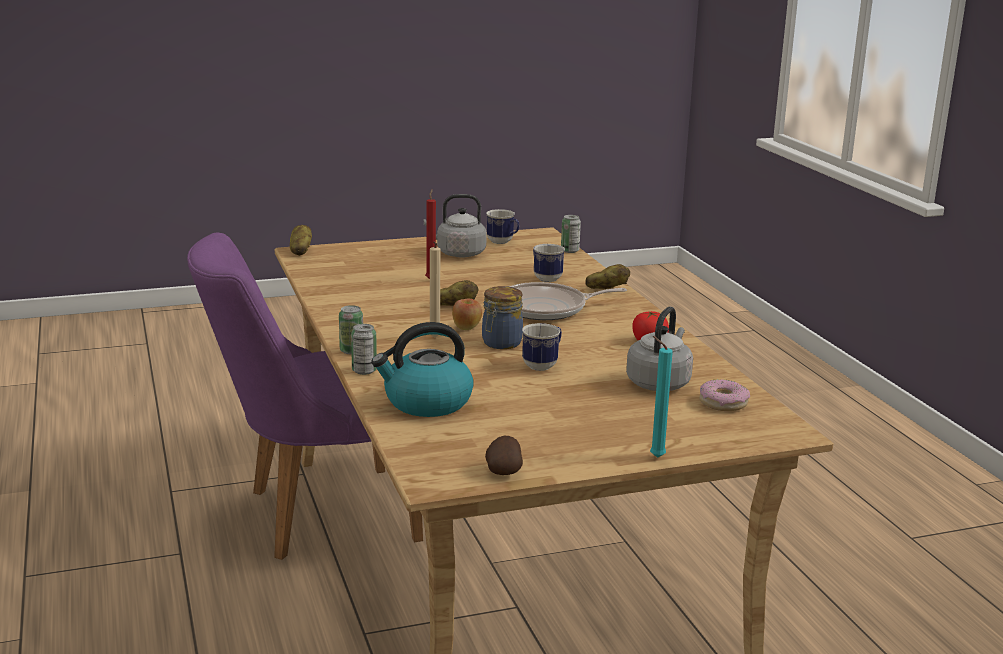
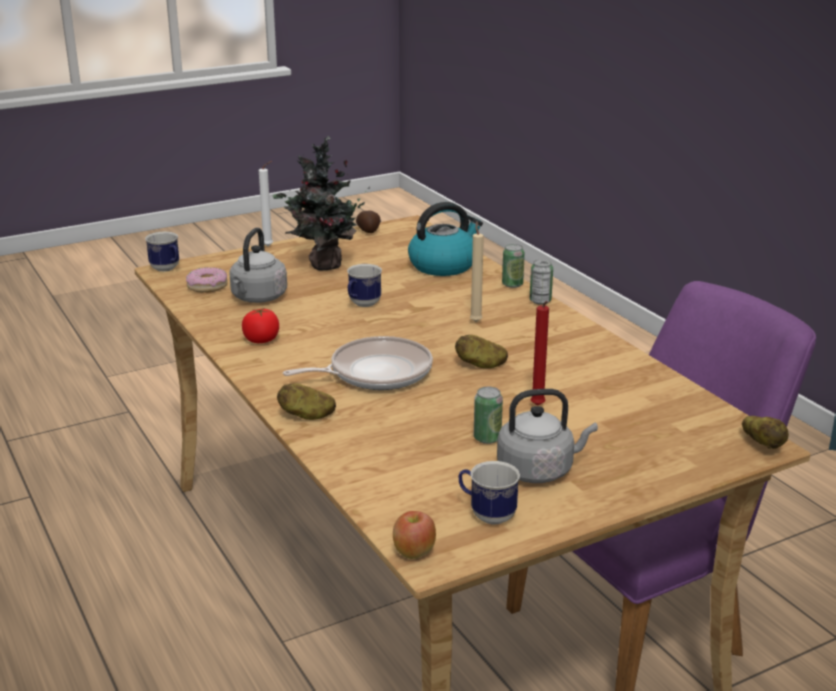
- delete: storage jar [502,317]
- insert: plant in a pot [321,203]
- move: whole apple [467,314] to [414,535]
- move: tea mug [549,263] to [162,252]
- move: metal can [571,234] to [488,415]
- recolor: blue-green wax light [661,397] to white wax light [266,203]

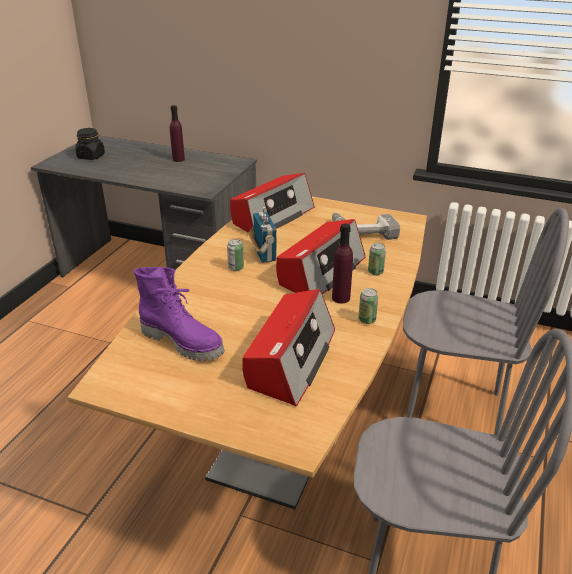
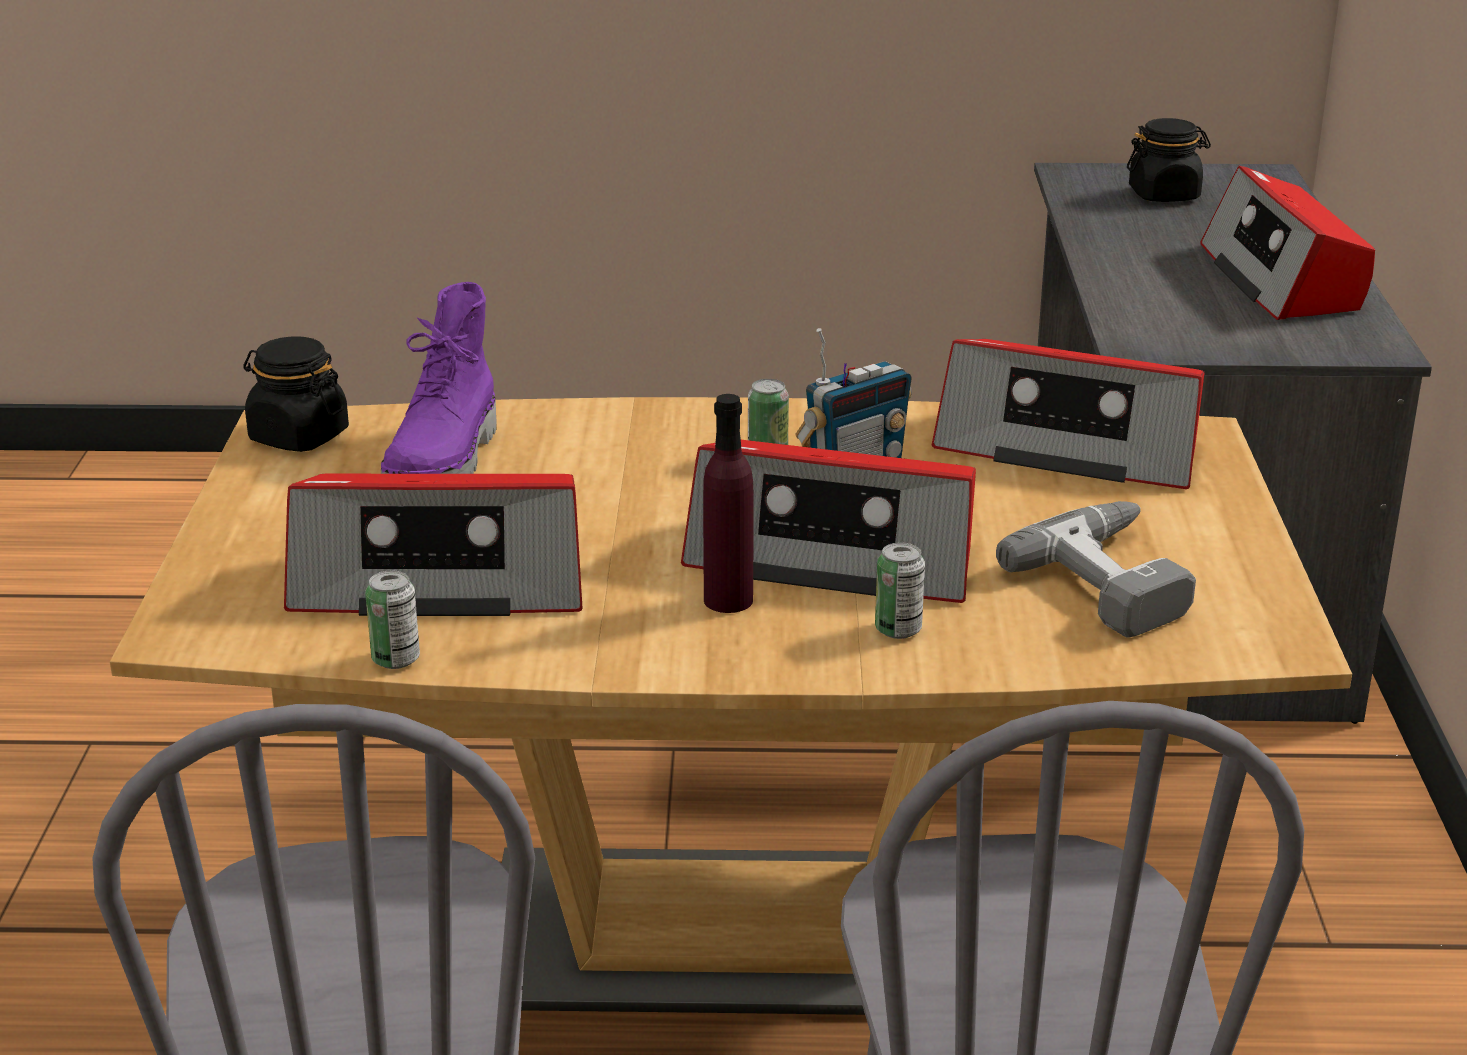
- insert: black-coloured storage jar [296,394]
- move: metal can [368,306] to [392,620]
- replace: purple bottle [177,133] to radio [1288,243]

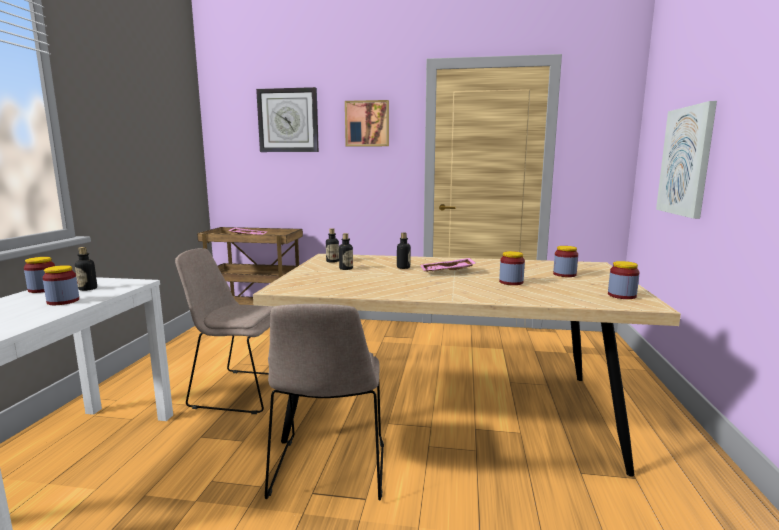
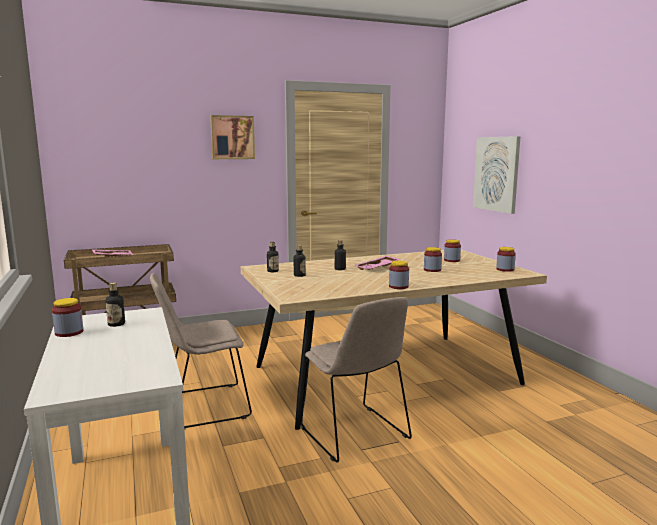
- delete: wall clock [287,119]
- move: storage jar [60,285] to [399,275]

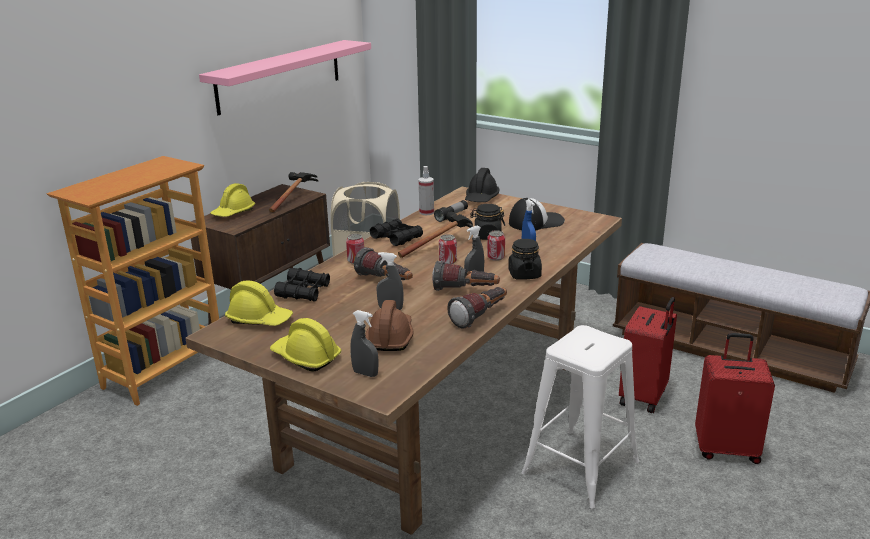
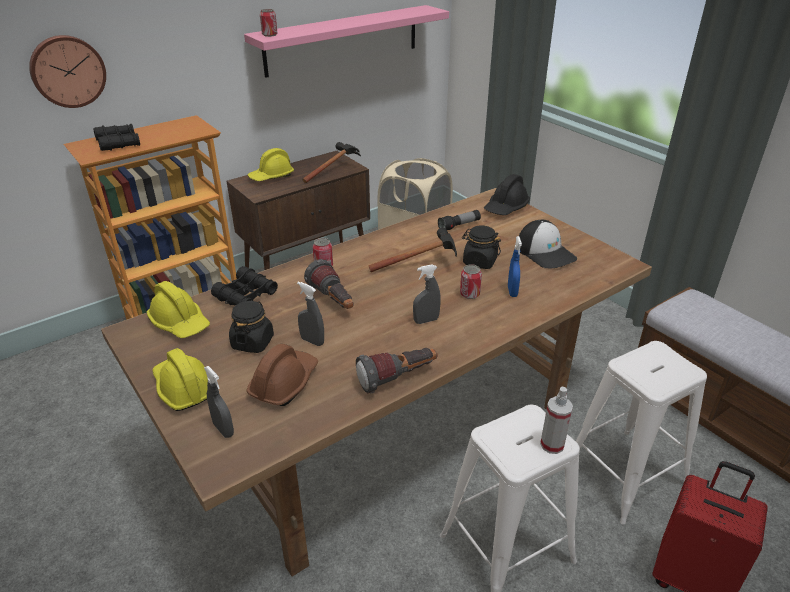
- delete: flashlight [466,276]
- insert: wall clock [67,71]
- move: black-coloured field glasses [396,232] to [116,137]
- move: sprayer [426,190] to [556,420]
- move: metal can [448,249] to [269,23]
- move: black-coloured storage jar [525,259] to [251,326]
- replace: red travel case [648,355] to white stool seat [641,433]
- rotate: baseball cap [537,214] = [548,244] 60 degrees clockwise

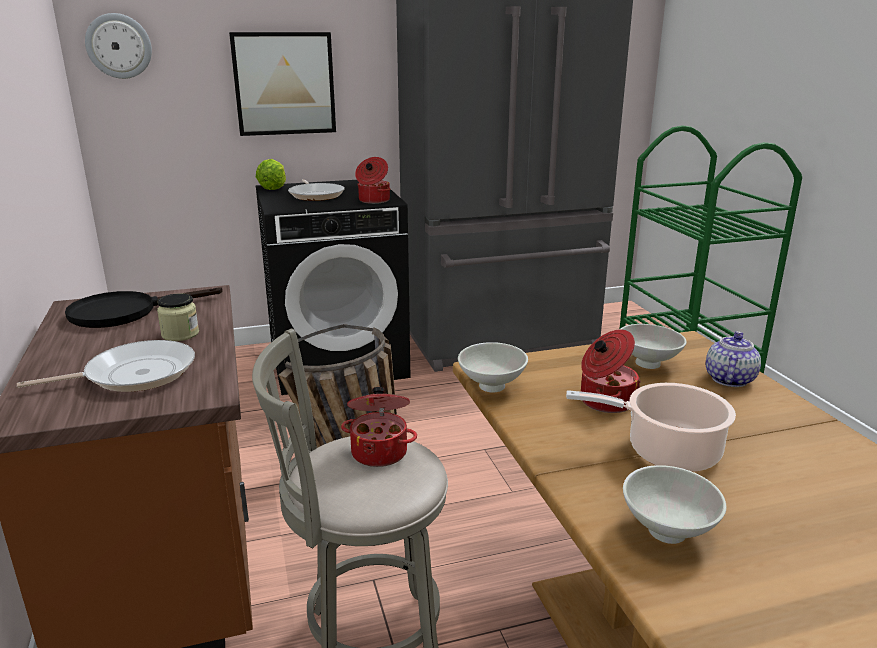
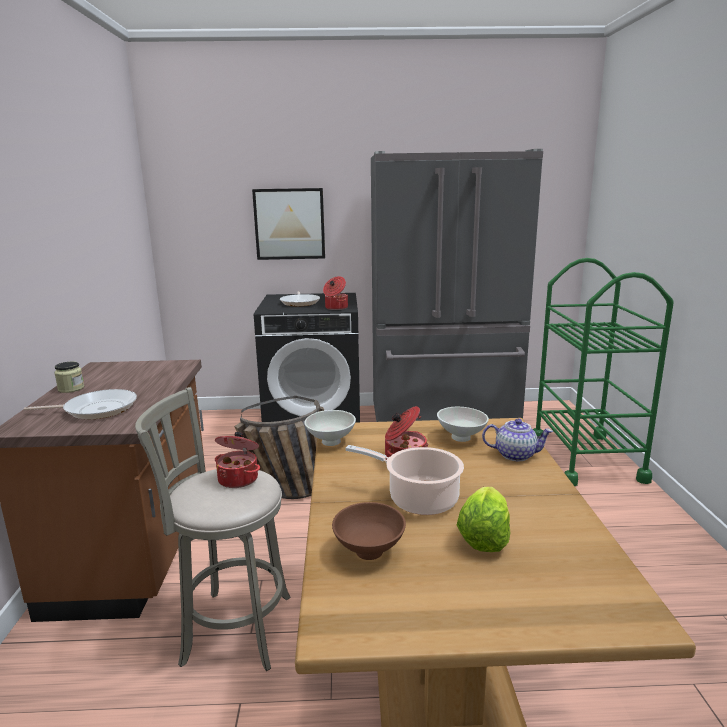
- delete: black-coloured pan [143,307]
- delete: wall clock [118,46]
- move: storage jar [178,317] to [69,377]
- move: lettuce [271,174] to [483,519]
- recolor: white serving bowl [674,504] to brownish serving bowl [369,531]
- rotate: pot for tea [733,359] = [517,439] 60 degrees clockwise

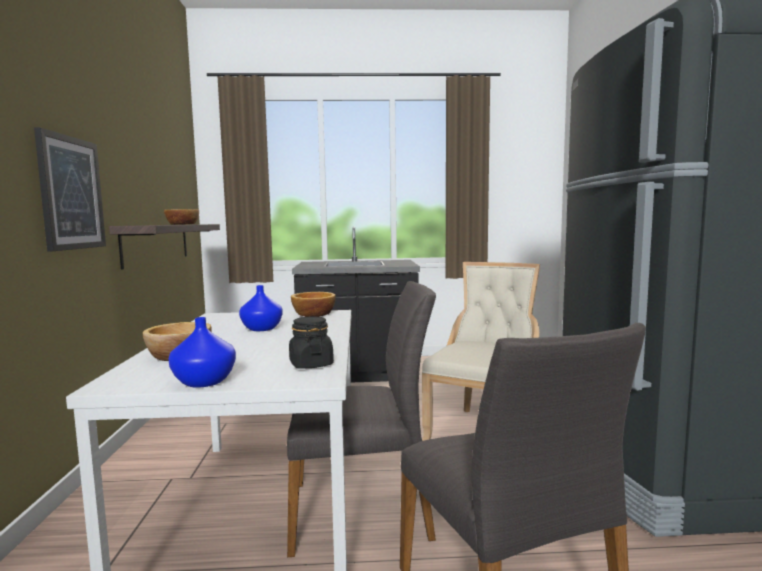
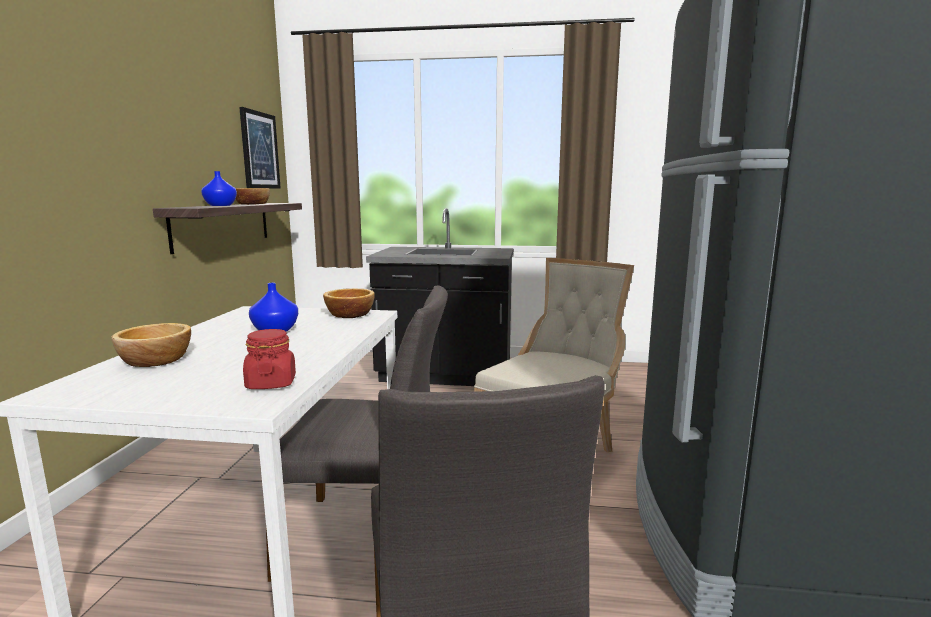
- move: wall art [70,189] to [260,148]
- move: bluish vase [202,352] to [219,188]
- recolor: black-coloured storage jar [311,342] to red storage jar [269,359]

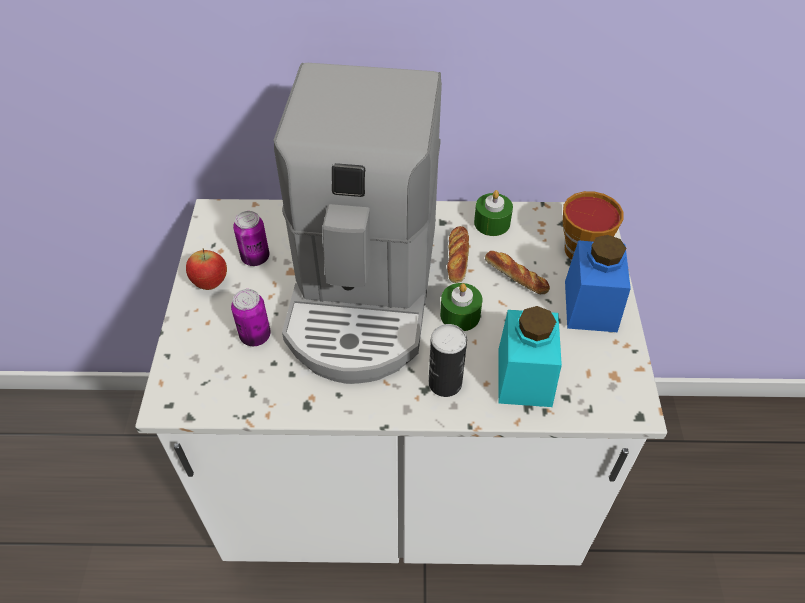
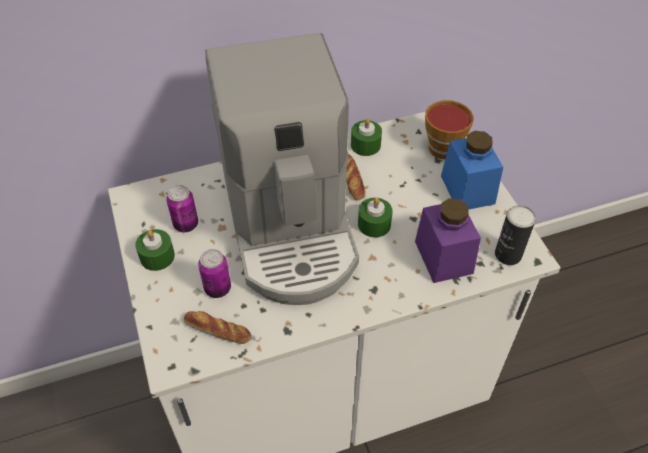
- move: metal can [448,360] to [515,235]
- move: baked bread [517,272] to [217,327]
- replace: whole apple [206,269] to green wax light [155,250]
- recolor: blue-green storage jar [530,356] to purple storage jar [448,240]

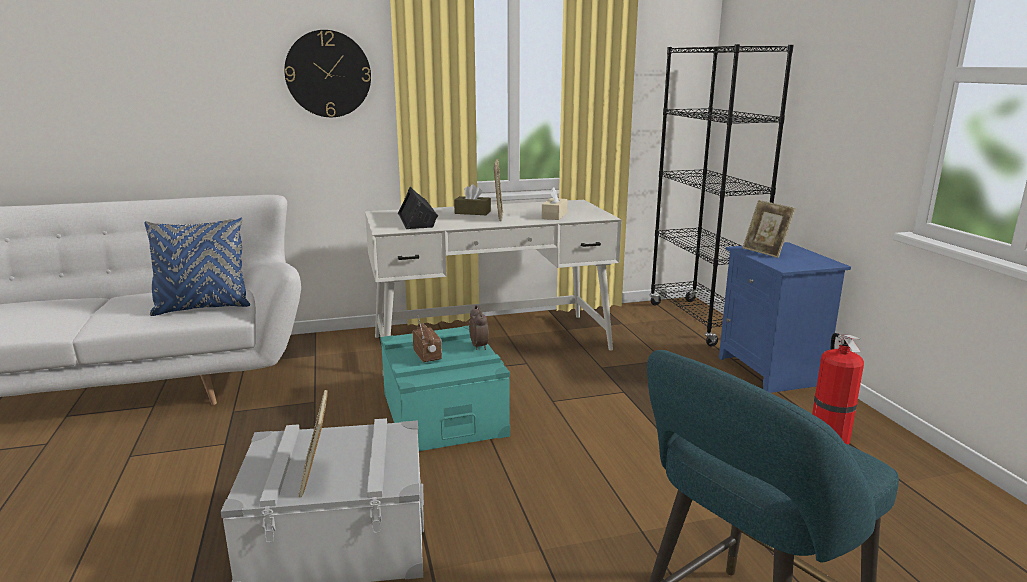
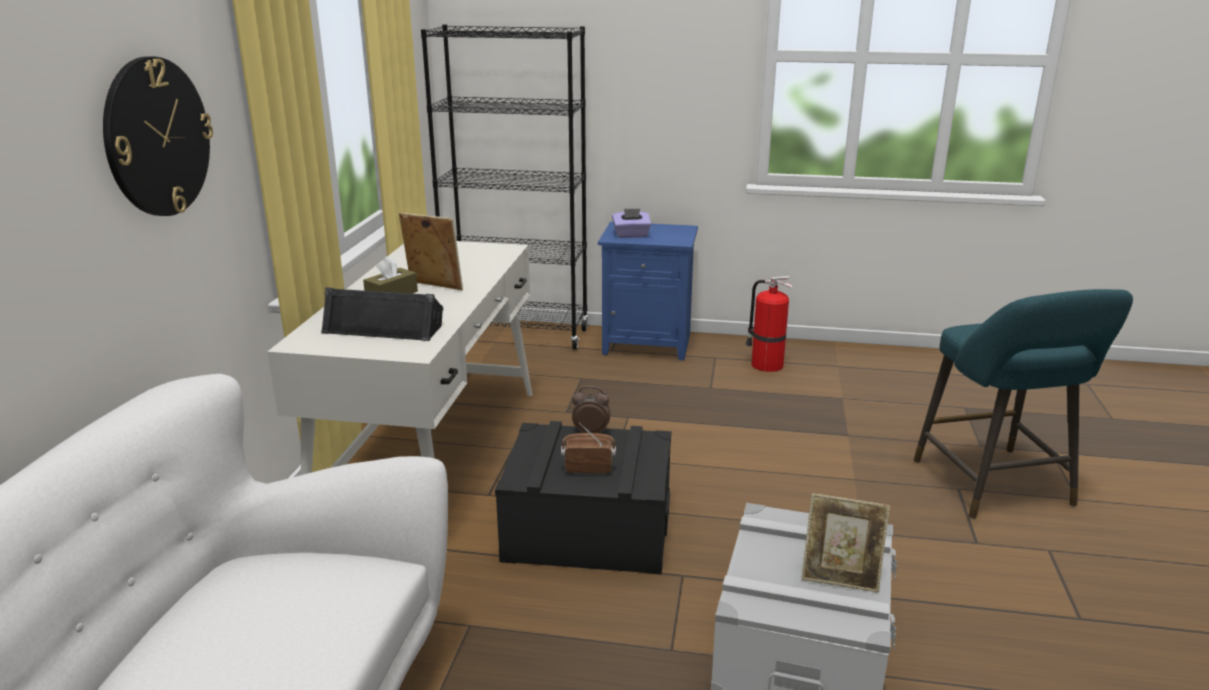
- delete: bluish pillow [197,266]
- delete: beige tissue holder [554,203]
- replace: photo frame [768,229] to purple tissue holder [631,223]
- recolor: blue-green storage box [445,388] to black-coloured storage box [583,498]

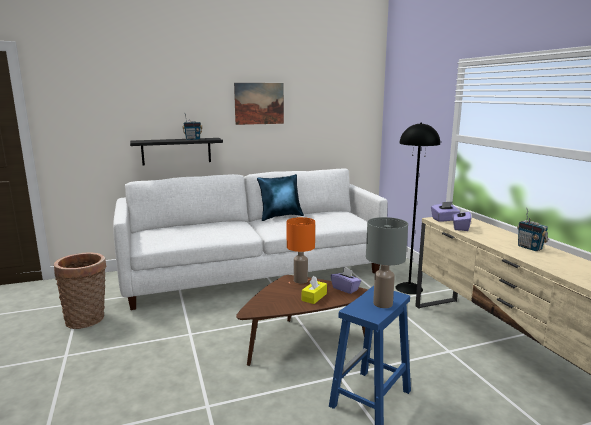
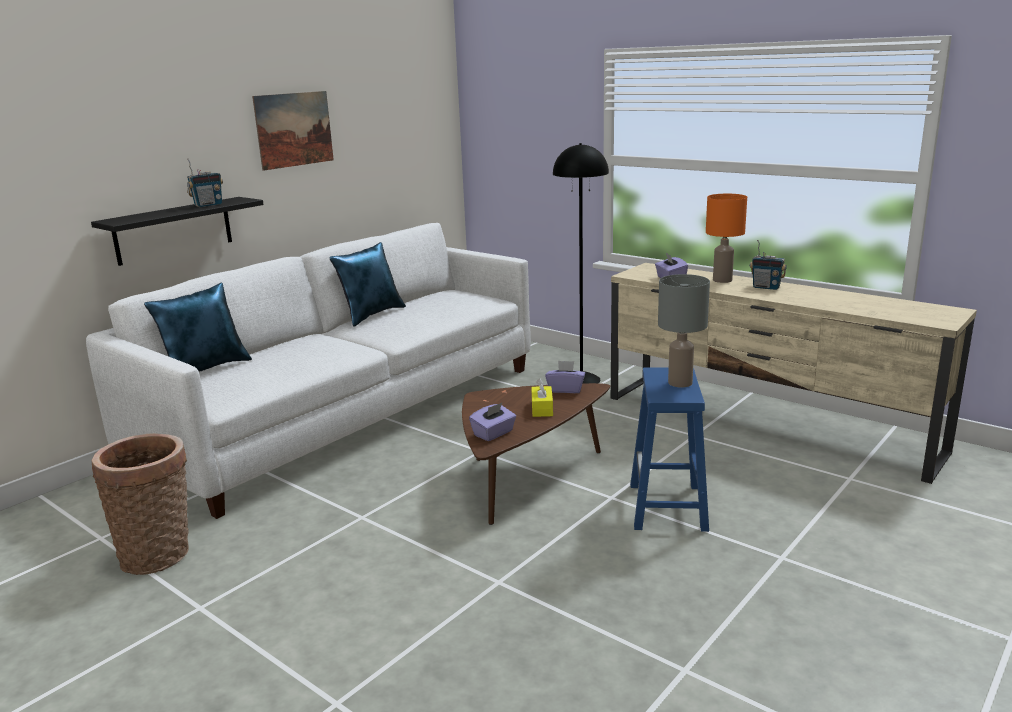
- insert: bluish pillow [198,327]
- move: orange-coloured tabletop lamp [301,250] to [726,238]
- move: purple tissue holder [445,212] to [492,421]

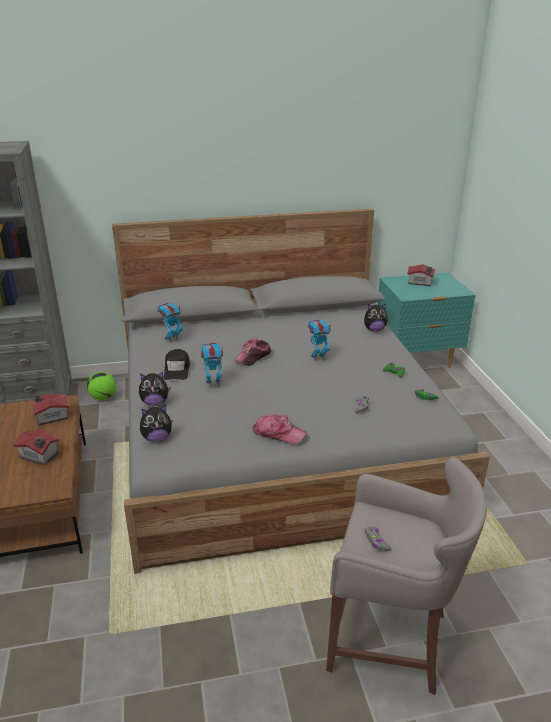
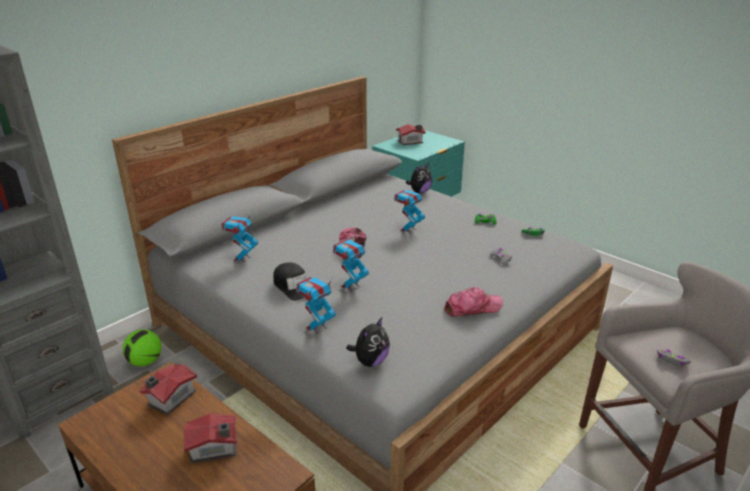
- replace: cuddly toy [155,389] to toy robot [316,305]

